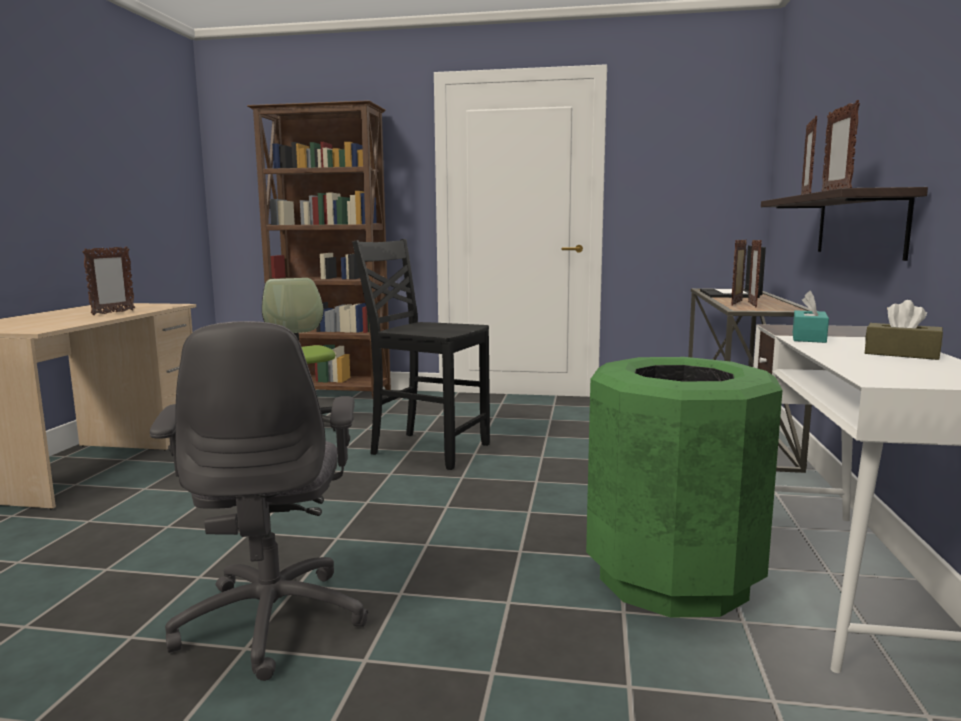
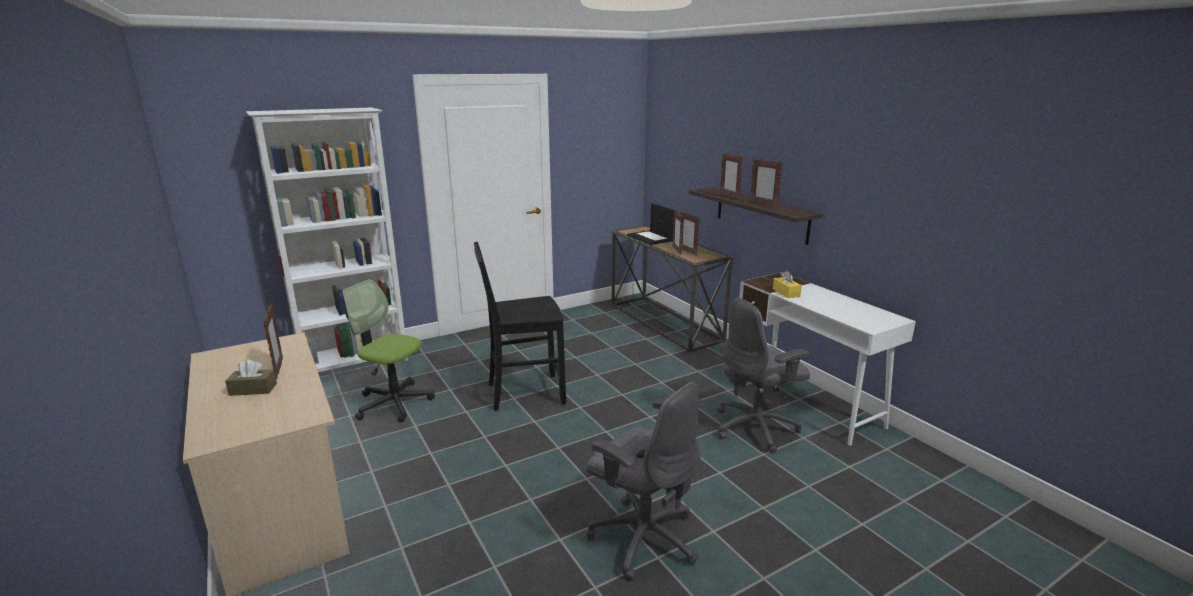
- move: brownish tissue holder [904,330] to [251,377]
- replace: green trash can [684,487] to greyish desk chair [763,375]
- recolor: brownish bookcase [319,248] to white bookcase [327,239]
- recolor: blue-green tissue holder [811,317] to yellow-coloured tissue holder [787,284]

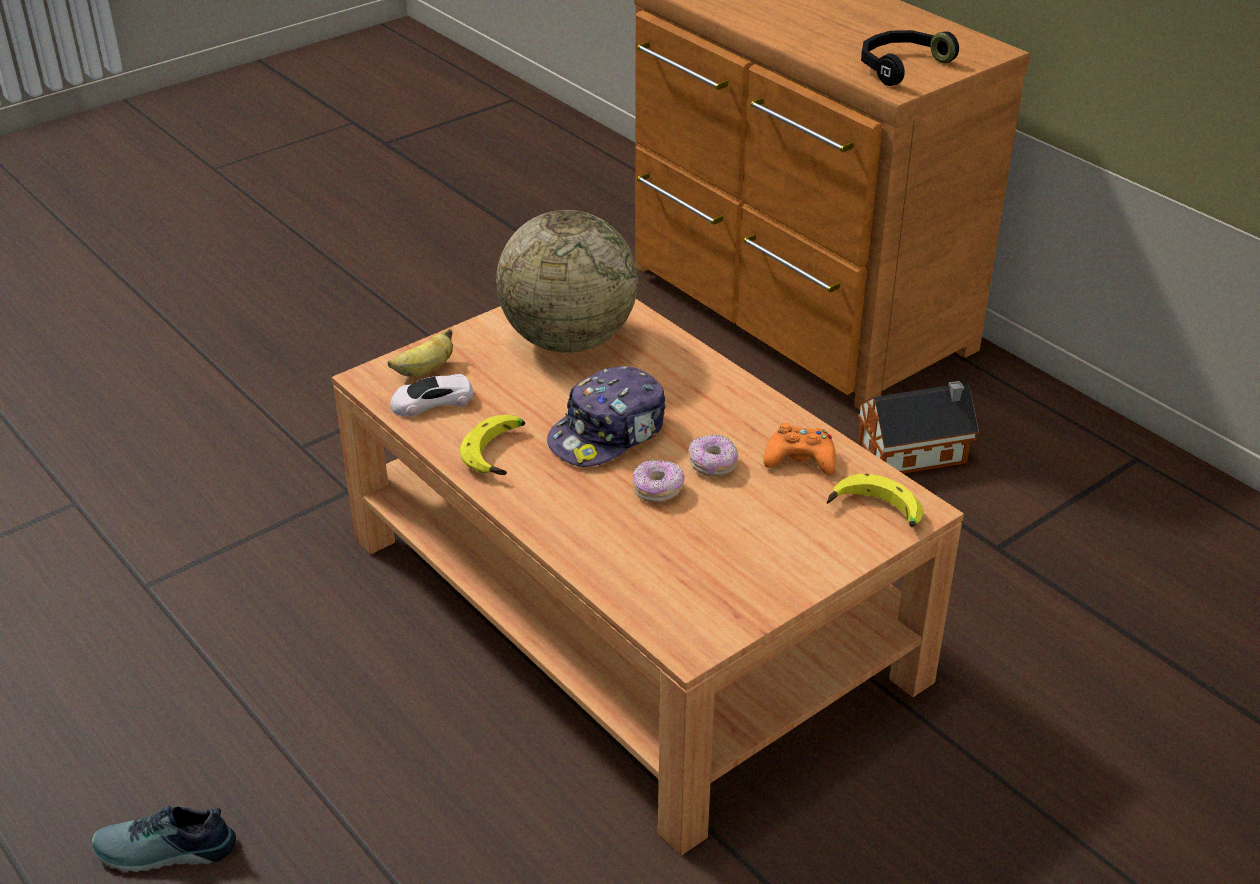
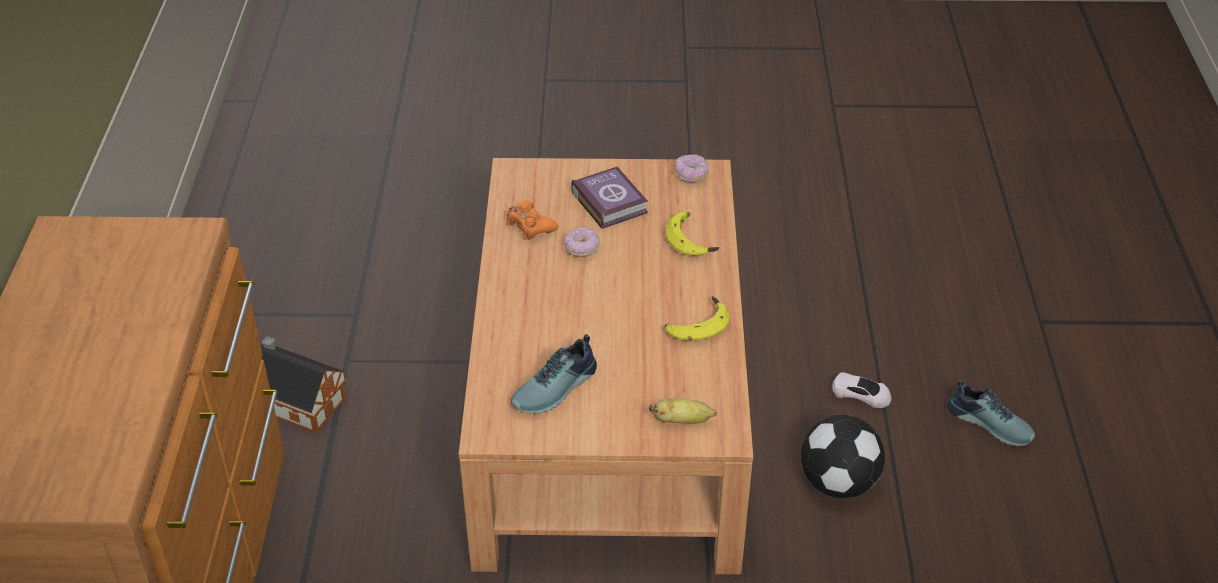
- delete: baseball cap [606,416]
- delete: black-coloured pair of headphones [910,58]
- insert: book [609,198]
- insert: ball for football [843,456]
- move: white model car [431,395] to [862,390]
- move: ring doughnut [658,481] to [692,169]
- move: banana fruit [875,500] to [692,234]
- replace: desk globe [567,281] to item of footwear [553,374]

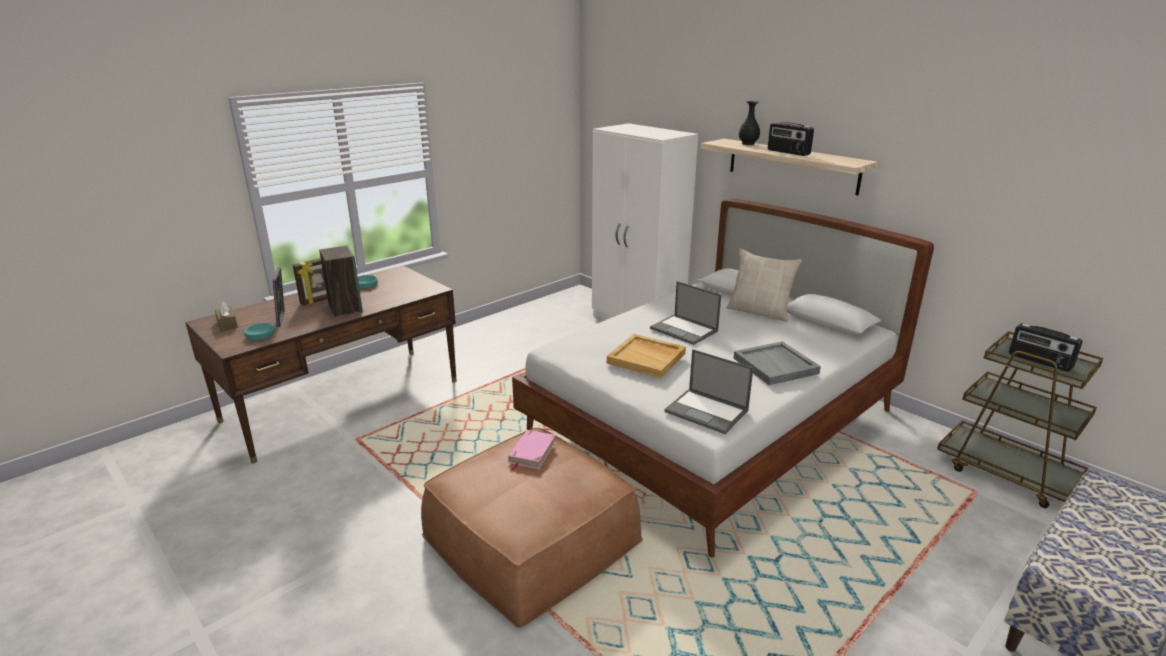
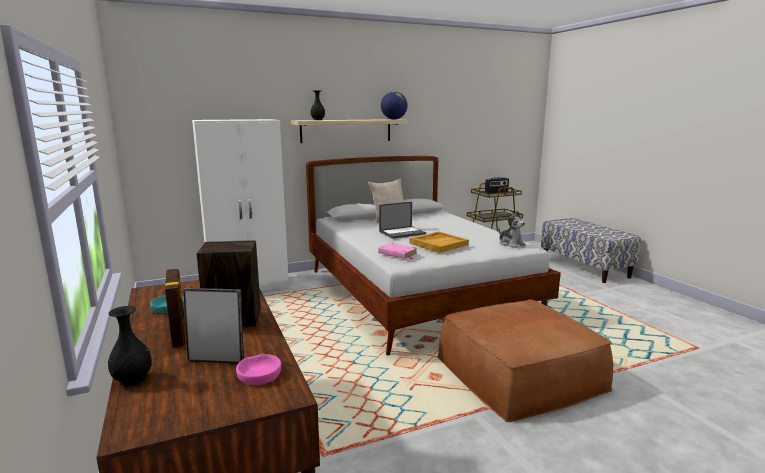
- delete: brownish tissue holder [226,316]
- delete: greyish carrying tray [777,363]
- delete: radio [791,139]
- insert: black-coloured vase [130,346]
- insert: desk globe [394,105]
- move: pinkish book [532,450] to [398,251]
- replace: laptop [708,391] to cuddly toy [512,229]
- recolor: blue-green serving bowl [259,332] to pinkish serving bowl [258,369]

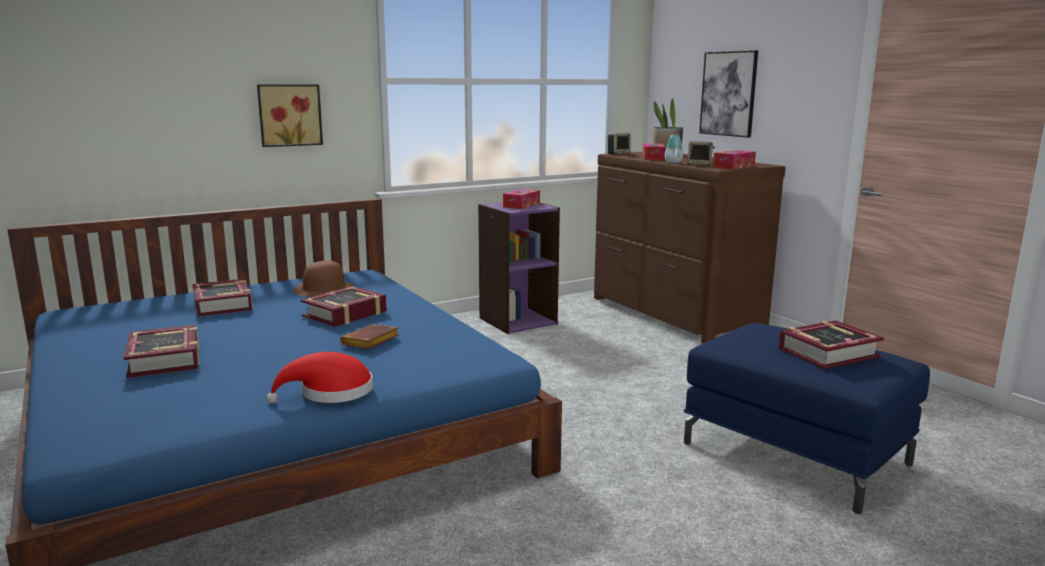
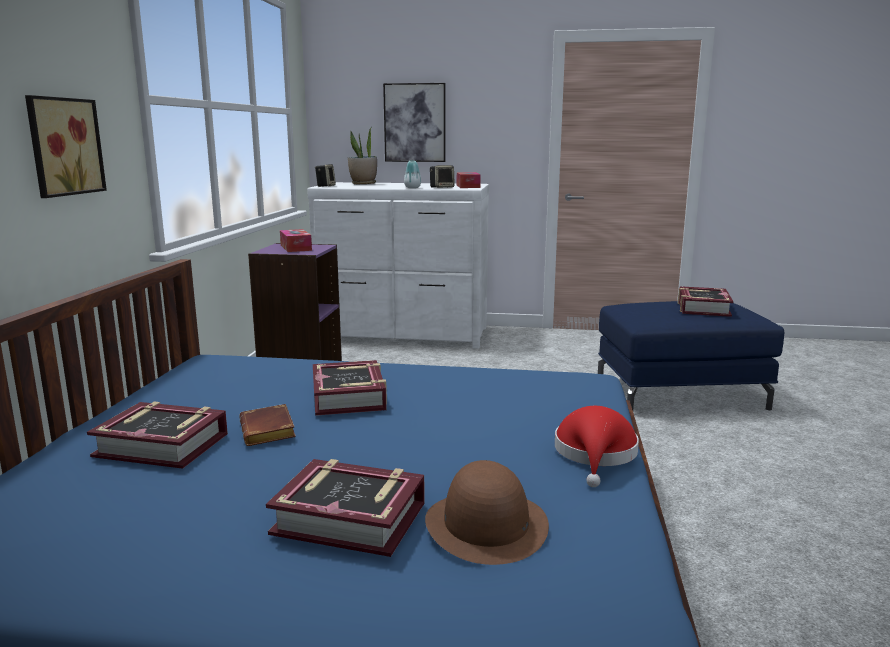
- delete: tissue holder [654,151]
- move: brownish clothing hat [324,278] to [487,512]
- move: brownish book [369,336] to [267,425]
- recolor: brownish chest of drawers [690,247] to white chest of drawers [398,265]

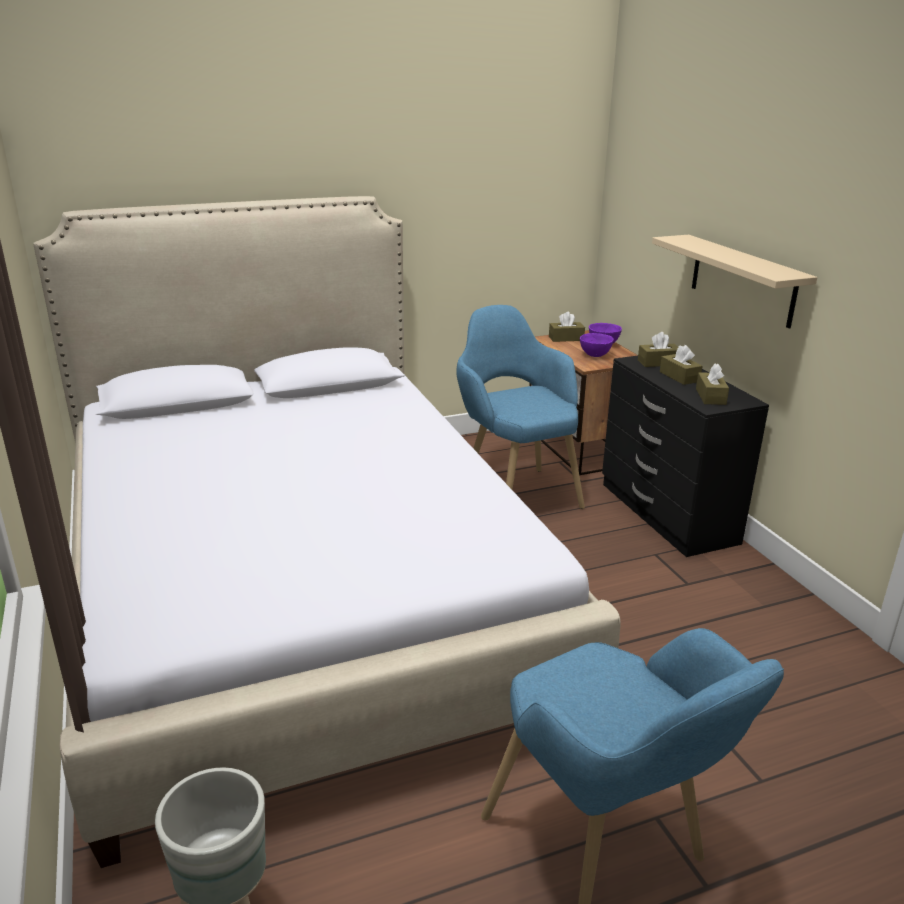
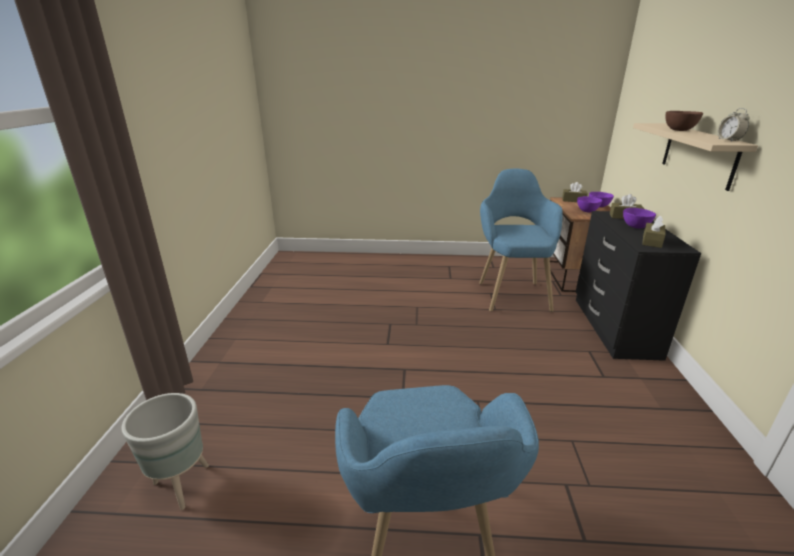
- delete: bedroom bed [327,532]
- insert: brownish serving bowl [684,121]
- insert: bedside clock [733,125]
- replace: brownish tissue holder [681,365] to purple serving bowl [639,218]

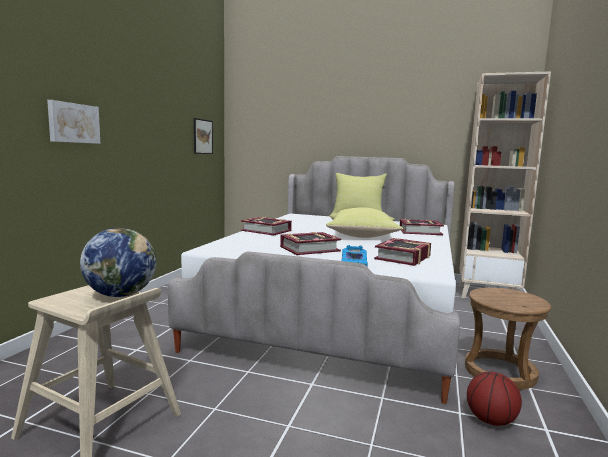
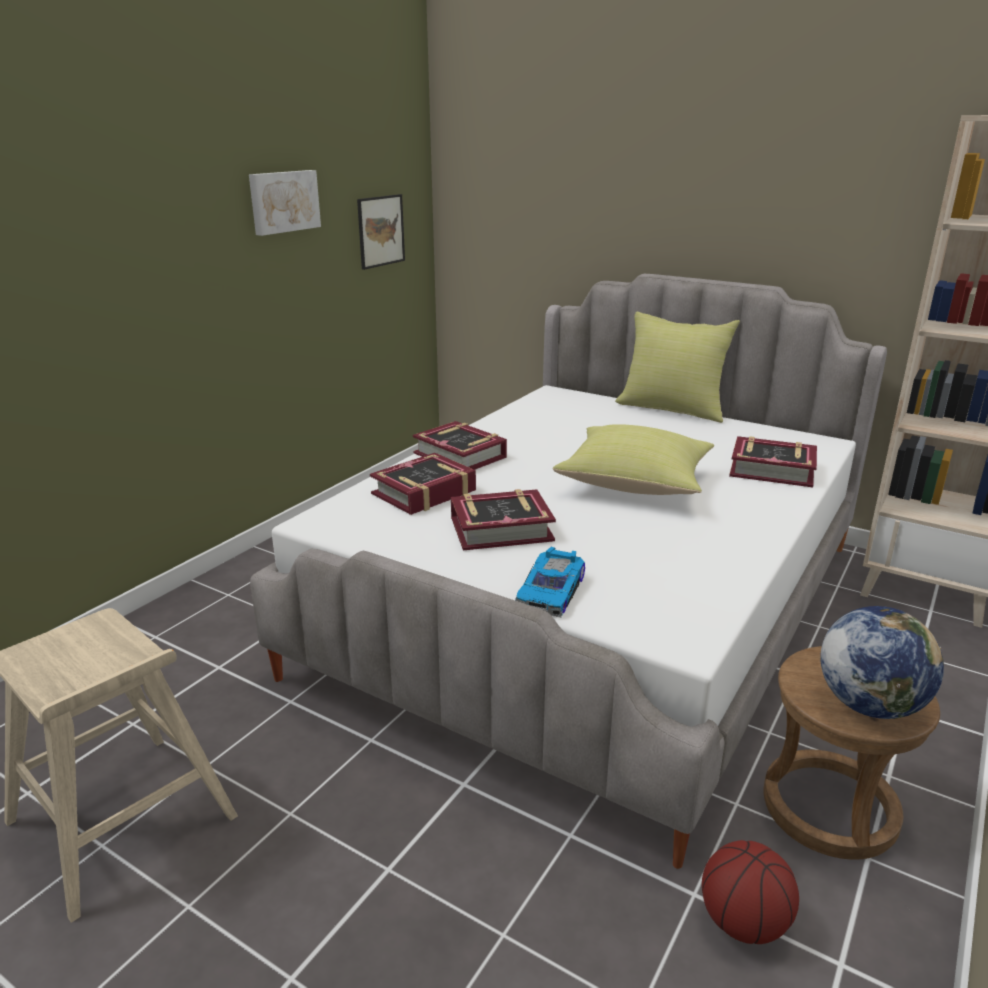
- move: wall art [73,122] to [285,203]
- move: desk globe [118,262] to [882,662]
- move: book [402,252] to [423,484]

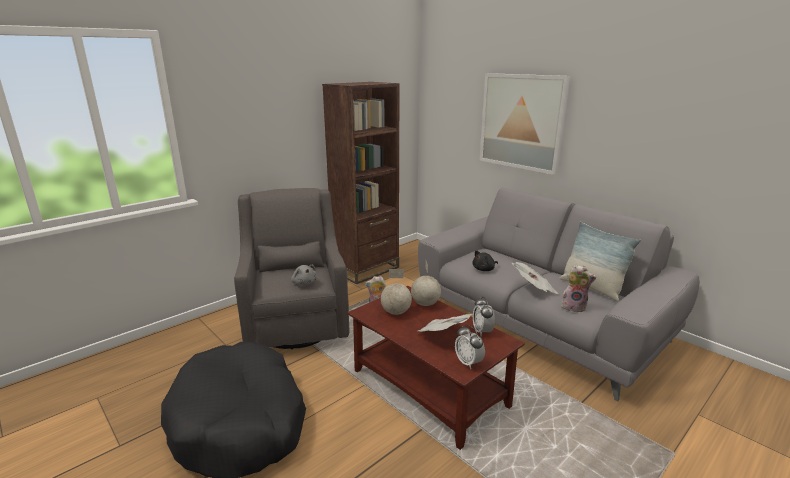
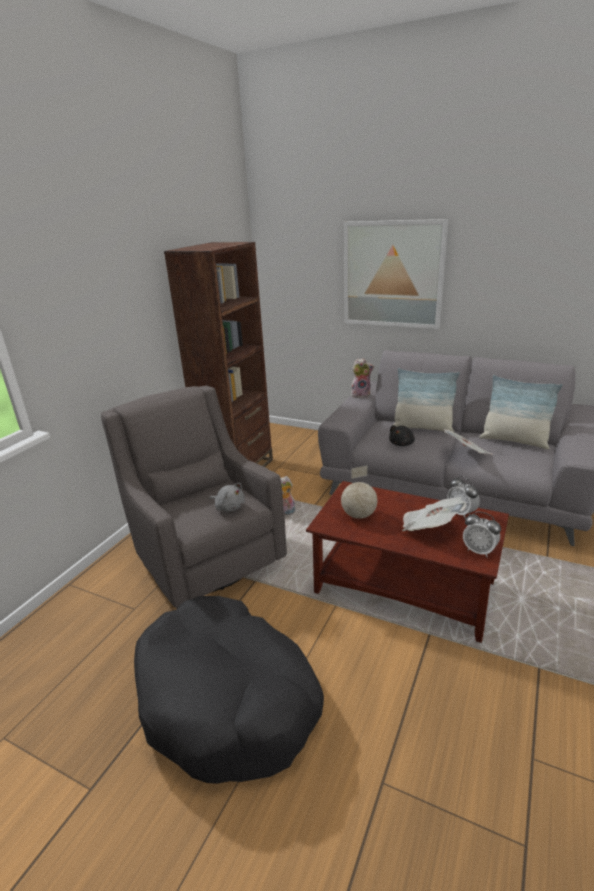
- delete: desk globe [426,283]
- insert: pillow [426,400]
- move: cuddly toy [579,289] to [362,378]

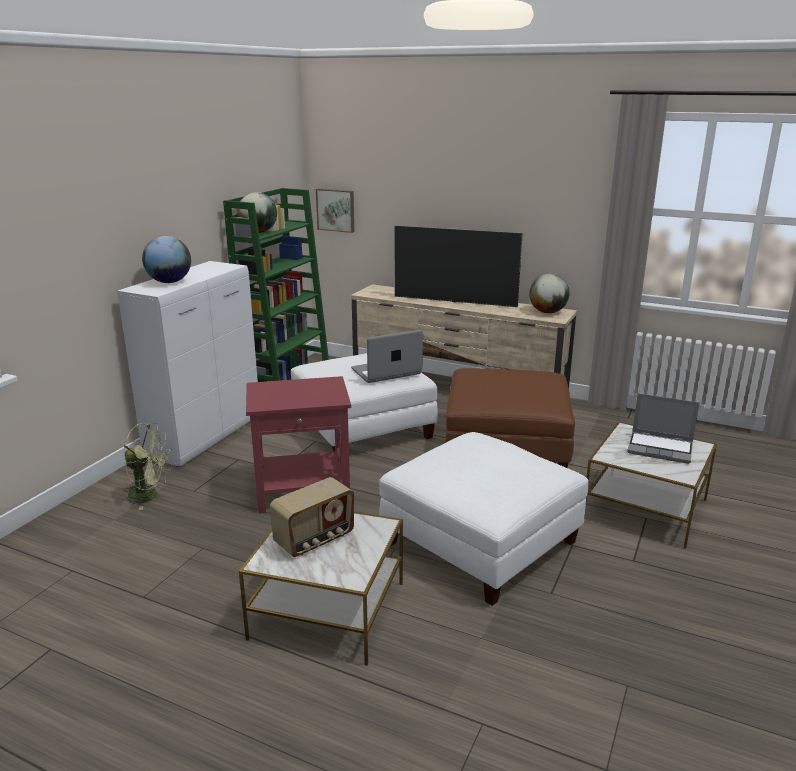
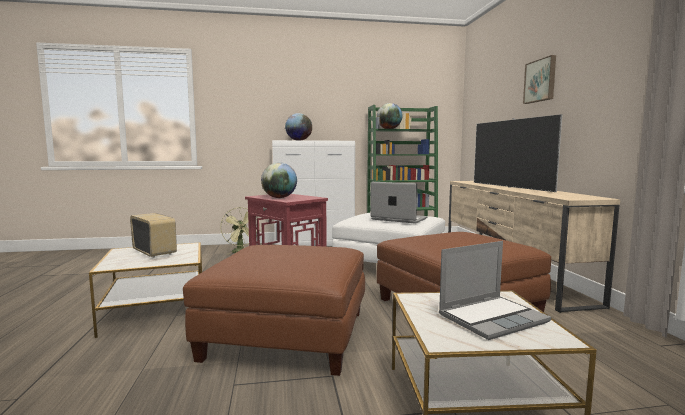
- move: wall art [335,211] to [539,79]
- move: desk globe [549,293] to [279,180]
- recolor: white pouffe [484,519] to brownish pouffe [274,310]
- rotate: radio [312,517] = [153,235] 150 degrees counterclockwise
- rotate: laptop [663,428] = [495,290] 105 degrees counterclockwise

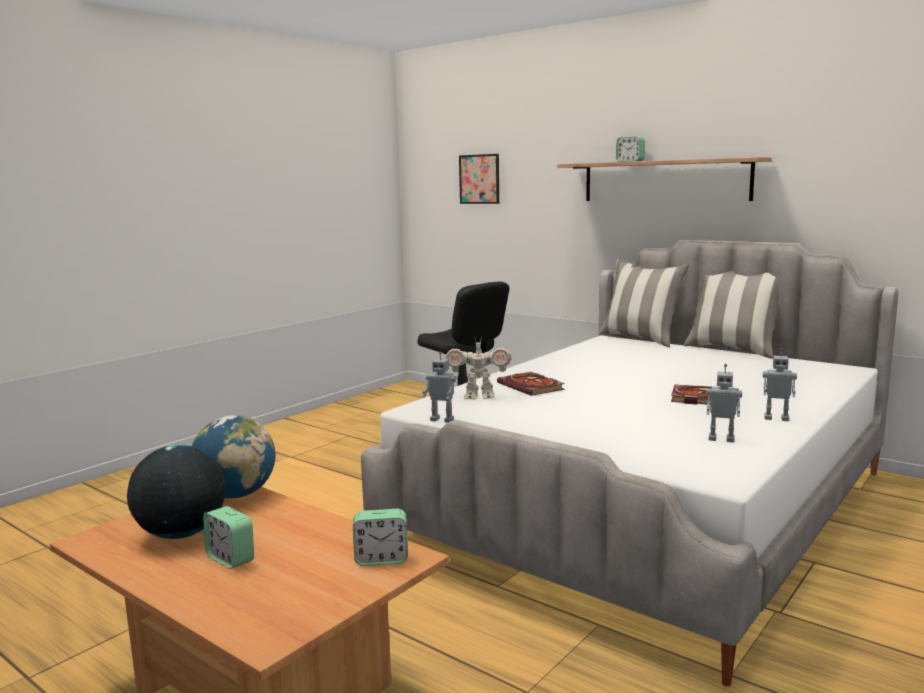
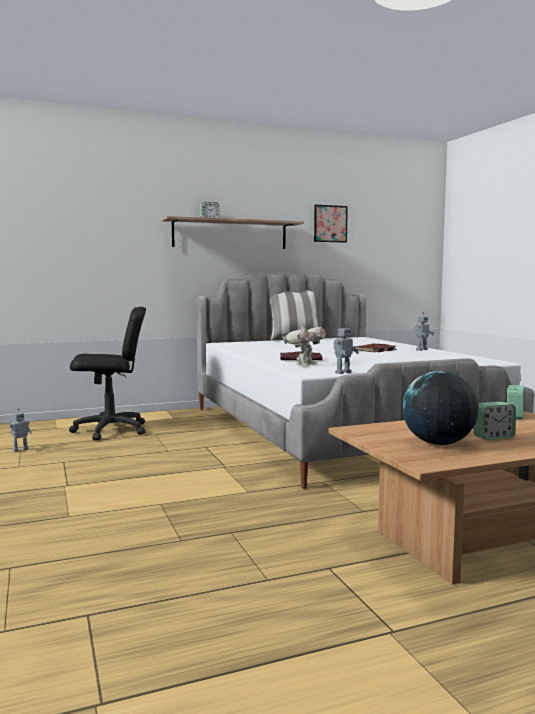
- delete: desk globe [233,456]
- delete: pillow [644,303]
- move: wall art [479,179] to [331,224]
- move: toy robot [724,403] to [20,430]

